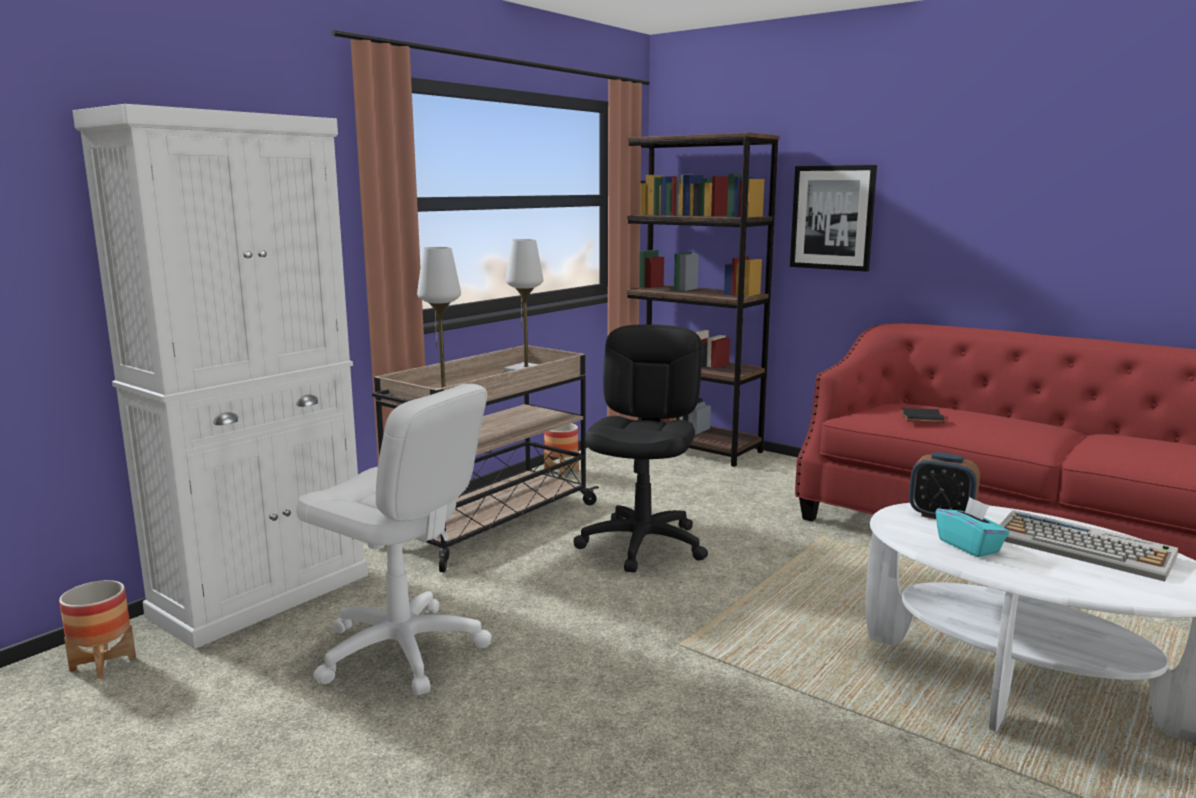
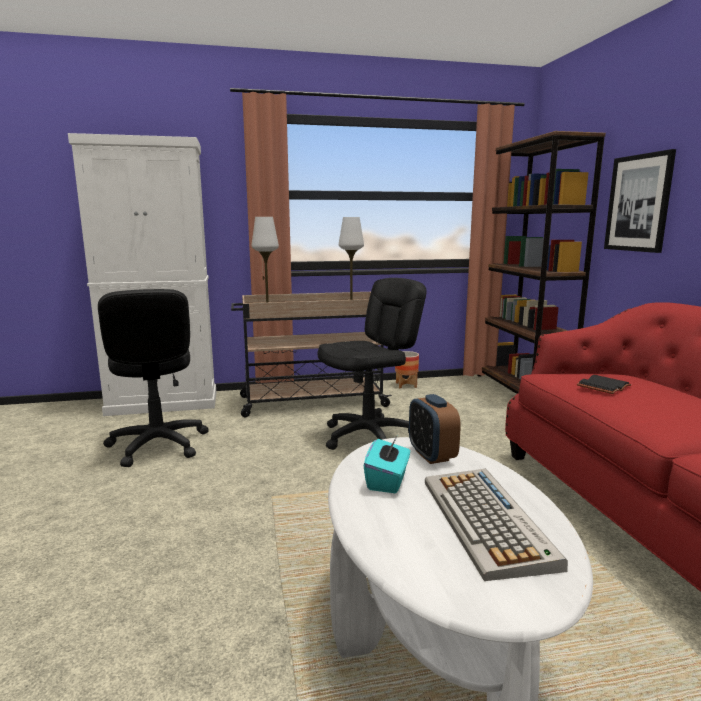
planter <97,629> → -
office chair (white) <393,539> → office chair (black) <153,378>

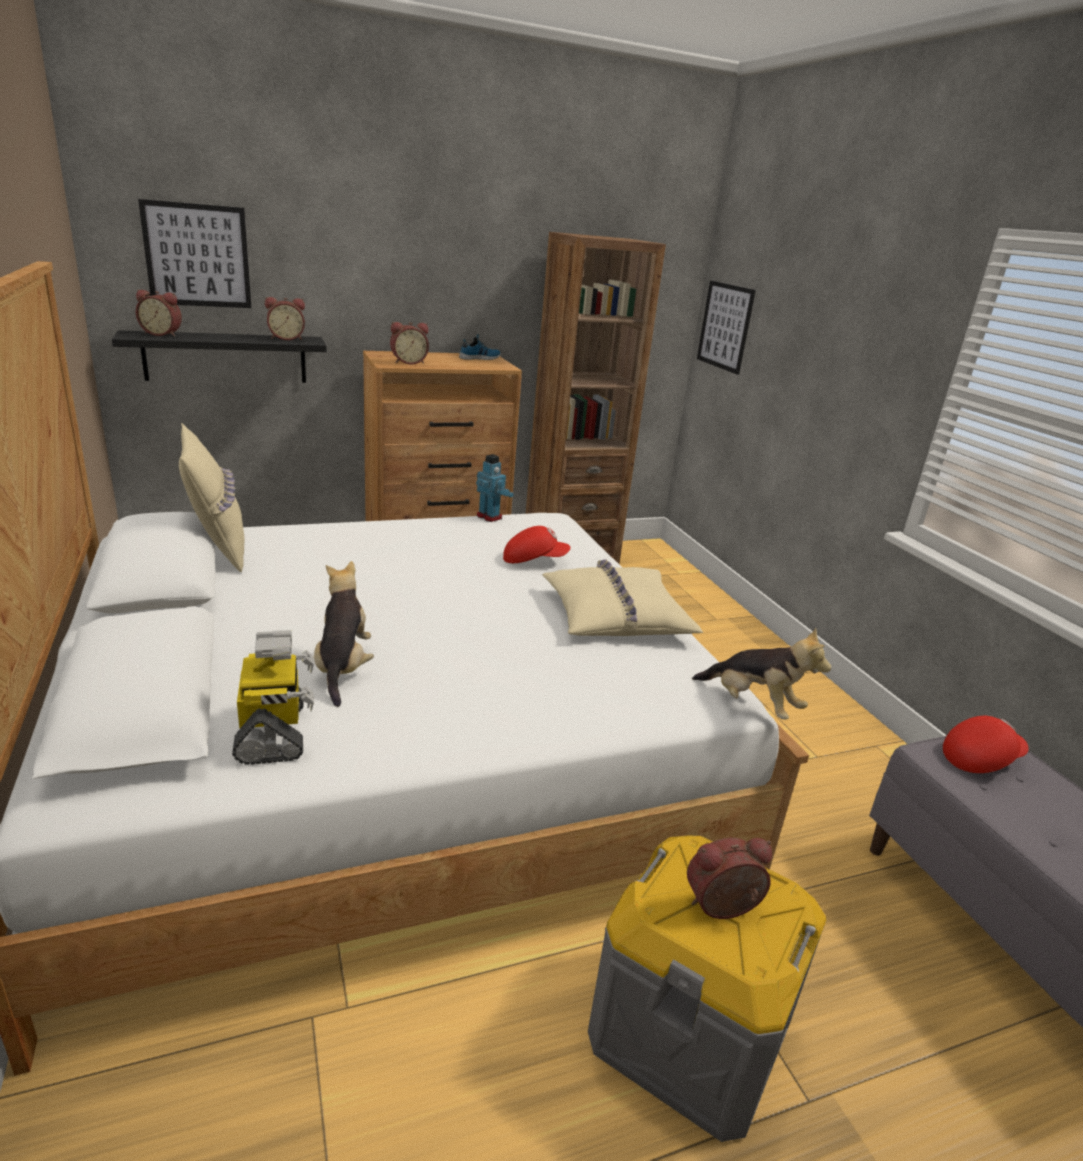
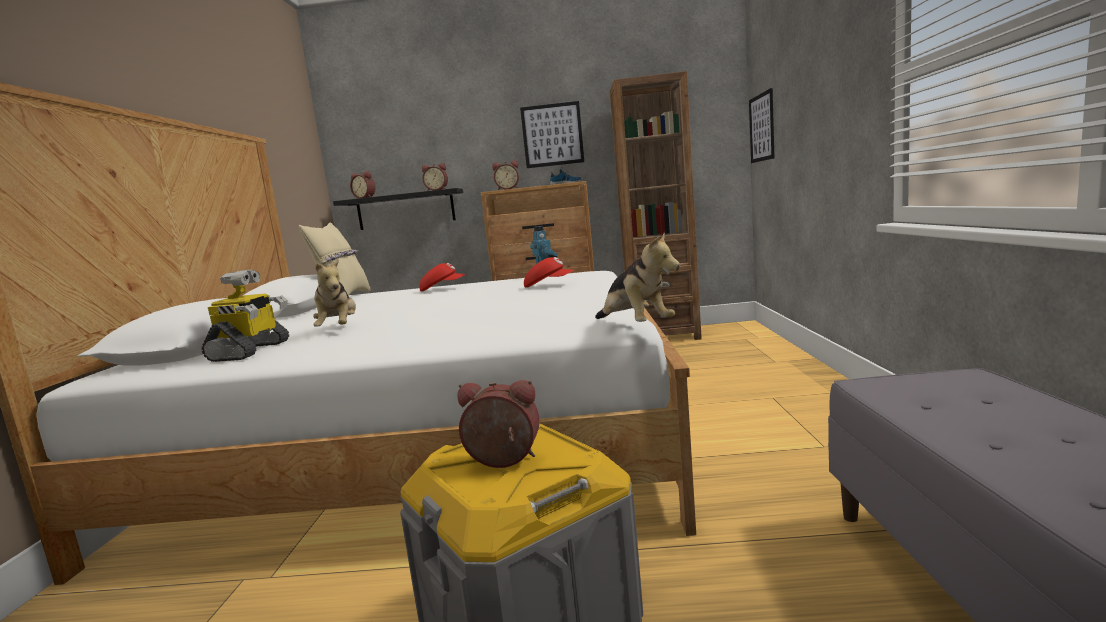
pillow (beige) <622,597> → -
picture <194,253> → picture <552,134>, move
cap (red) <986,744> → cap (red) <442,277>, move
plush toy <344,634> → plush toy <334,293>, 150 degrees clockwise

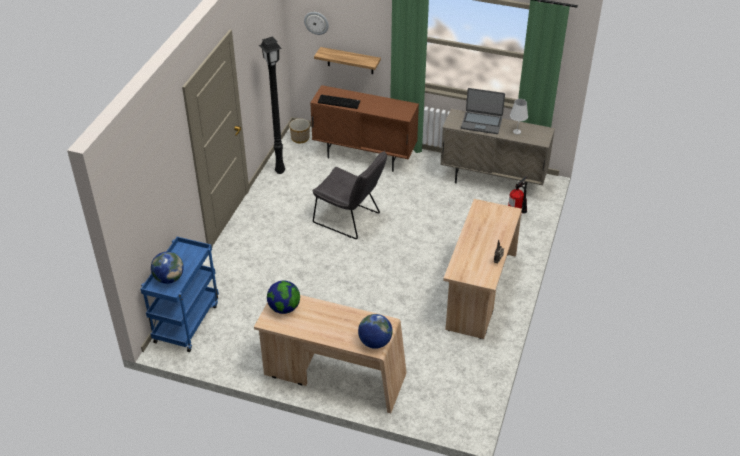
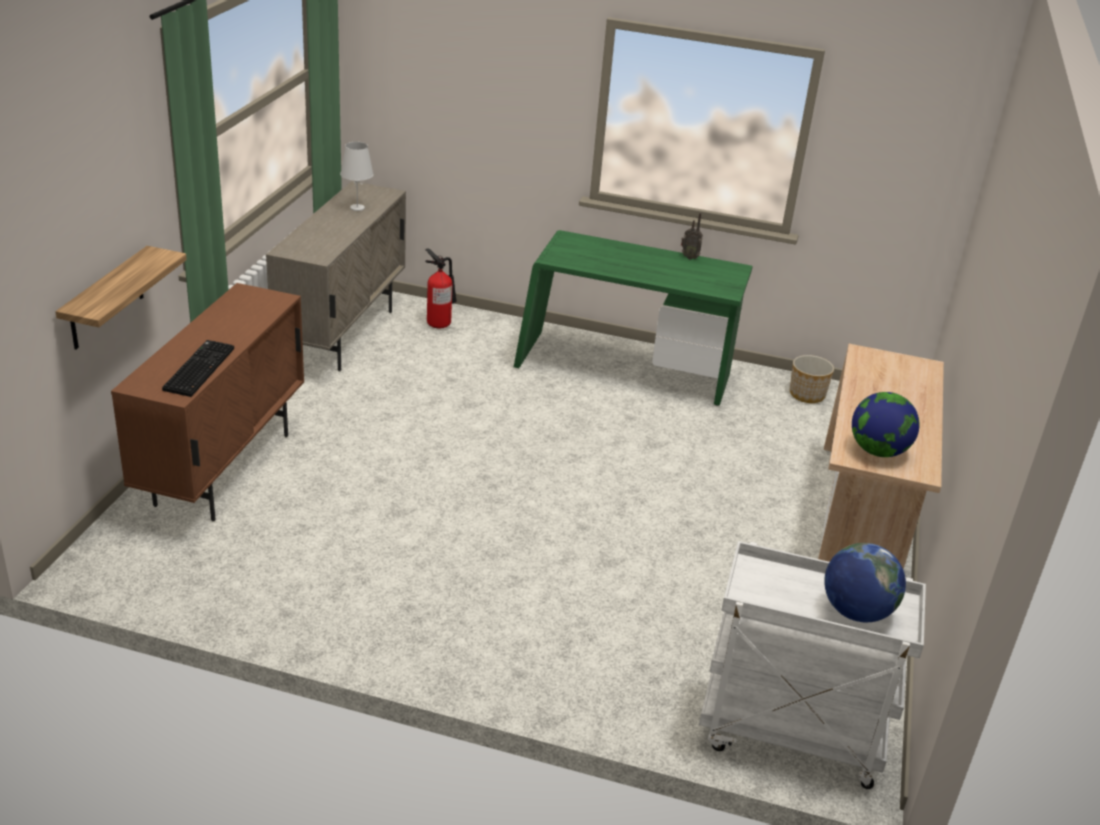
floor lamp (black) <272,105> → -
wall clock <316,23> → -
chair (grey) <349,195> → -
globe <375,331> → -
laptop <483,111> → -
planter <299,131> → planter <812,379>, move
cart (blue) <179,294> → cart (white) <812,665>
desk (beige) <482,269> → desk (green) <633,318>

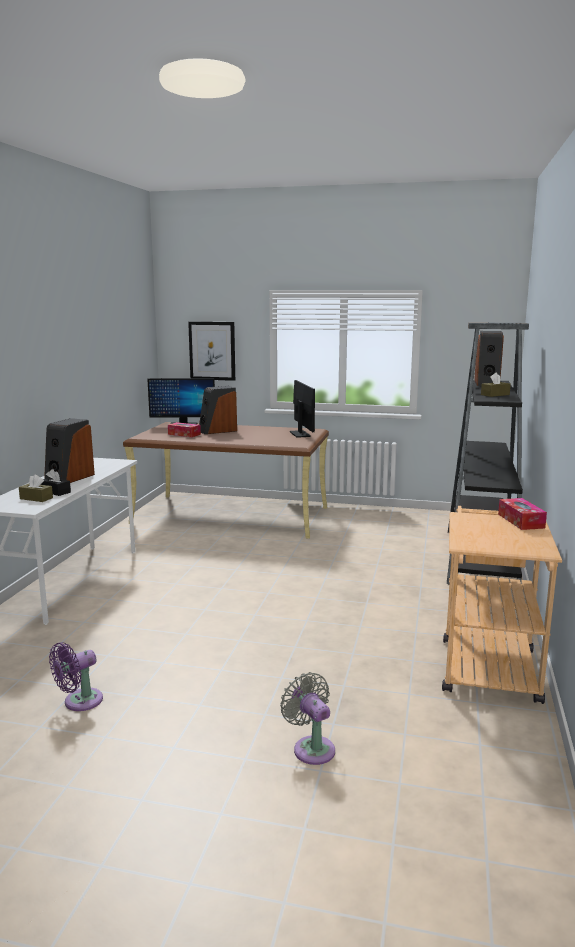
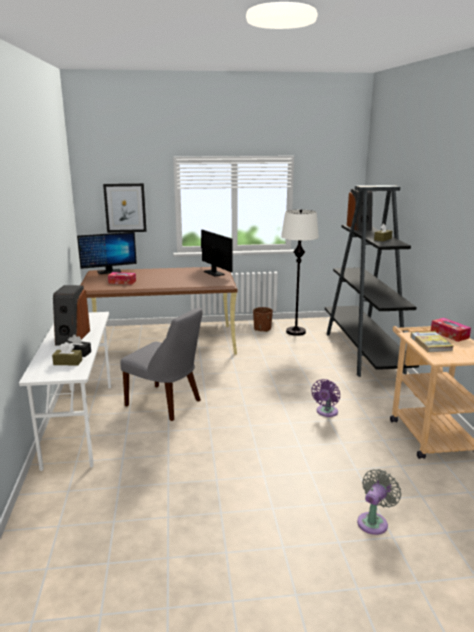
speaker <218,410> → -
- → chair (grey) <161,364>
- → planter (brown) <263,319>
- → floor lamp (white) <300,273>
- → book <431,341>
fan (purple) <76,676> → fan (purple) <325,398>, move
fan (grey) <307,718> → fan (grey) <379,502>, 90 degrees clockwise

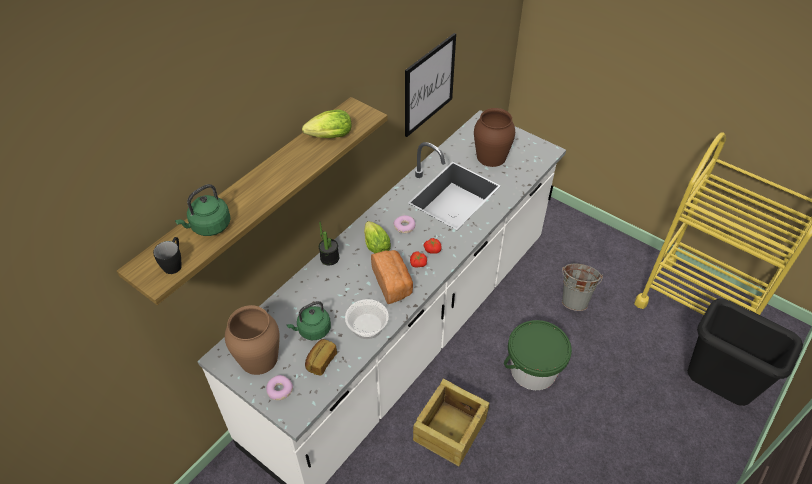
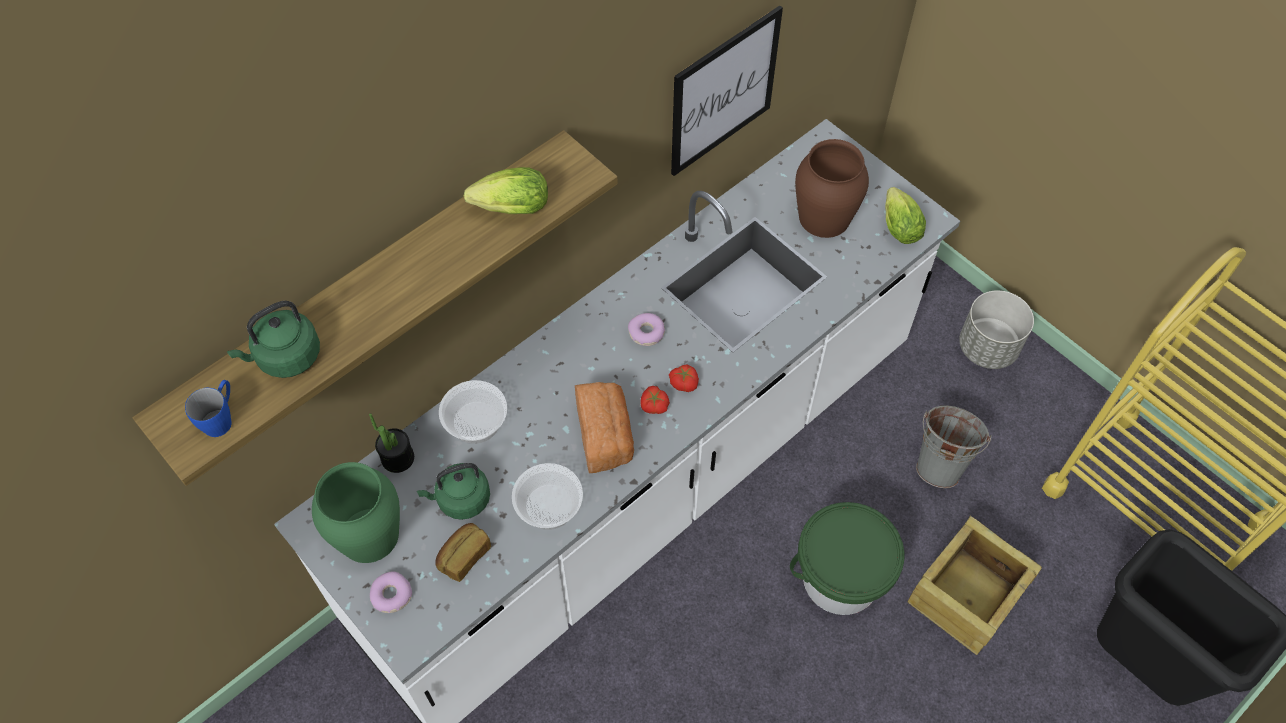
- → bowl <473,412>
- → planter (grey) <996,329>
potted plant <329,243> → potted plant <391,443>, move
lettuce <377,237> → lettuce <905,215>, move
crate <451,422> → crate <974,585>, move
mug (black) <167,255> → mug (blue) <208,408>
vase (brown) <252,340> → vase (green) <356,512>

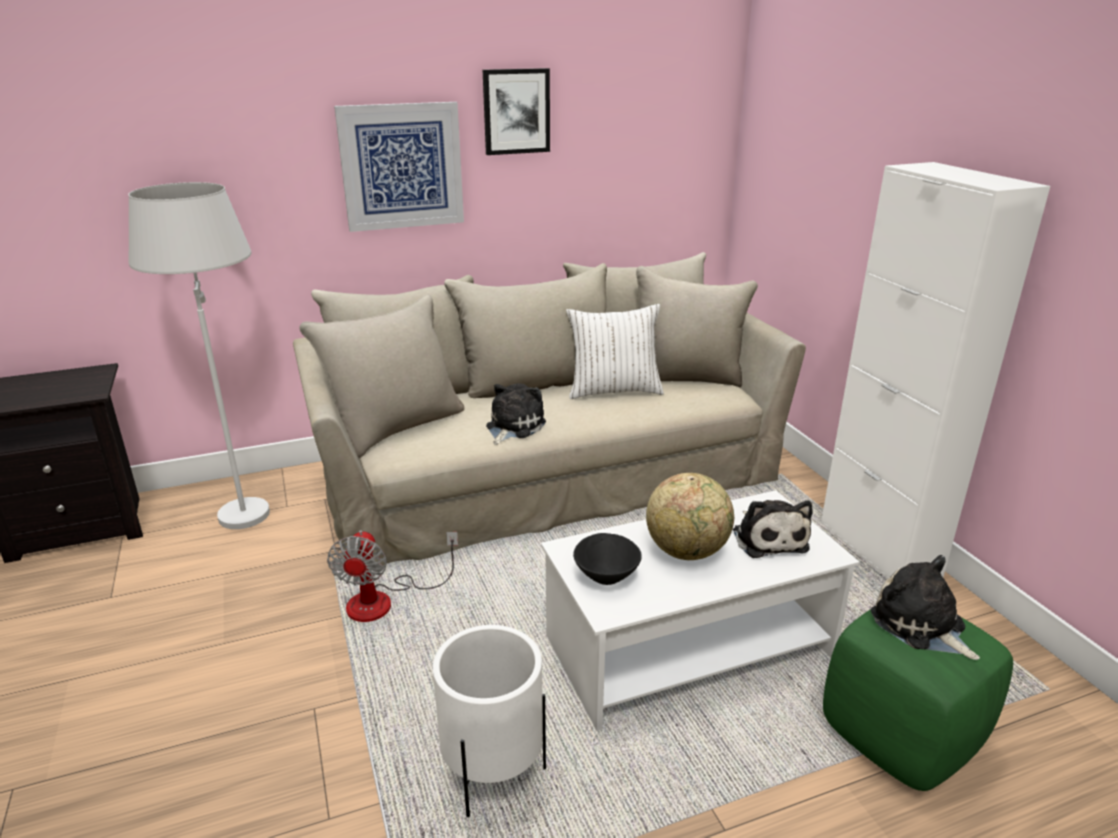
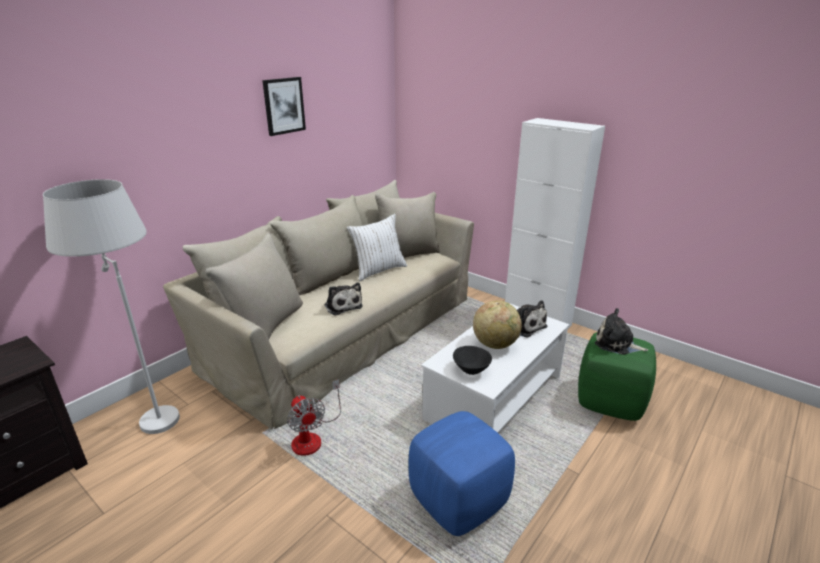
picture <399,167> → -
planter (white) <489,721> → ottoman (blue) <461,473>
plush toy <516,414> → plush toy <343,299>, 150 degrees clockwise

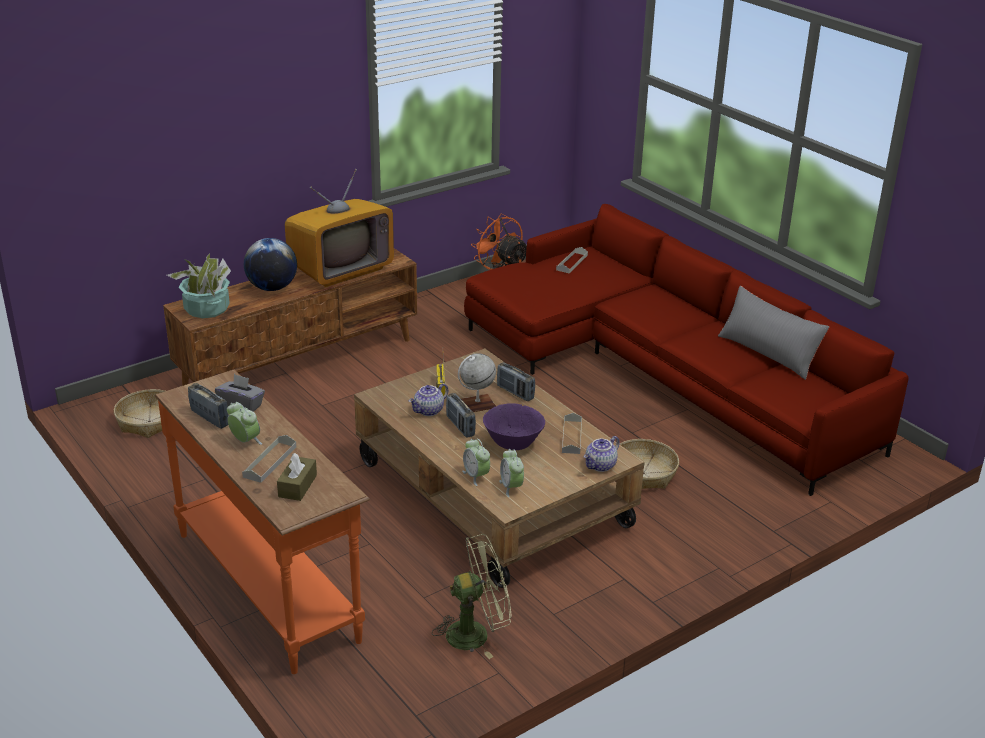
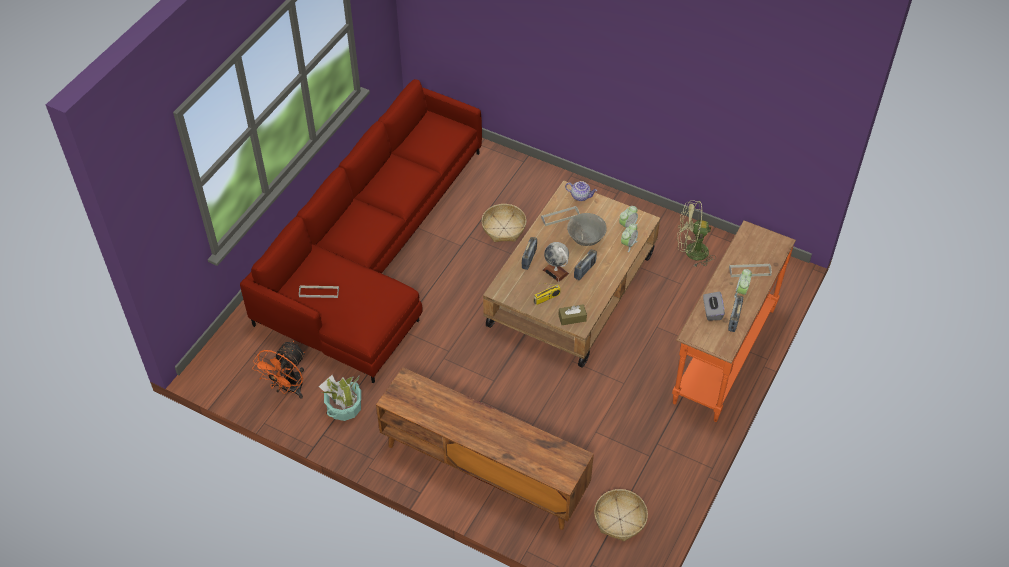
globe <270,264> → -
television <339,228> → -
teapot <428,399> → -
pillow (grey) <773,333> → -
potted plant <199,285> → potted plant <340,398>, move
tissue box (brown) <297,477> → tissue box (brown) <573,314>, move
bowl (purple) <514,426> → bowl (grey) <587,229>
fan (green) <471,596> → fan (green) <696,233>, 45 degrees counterclockwise

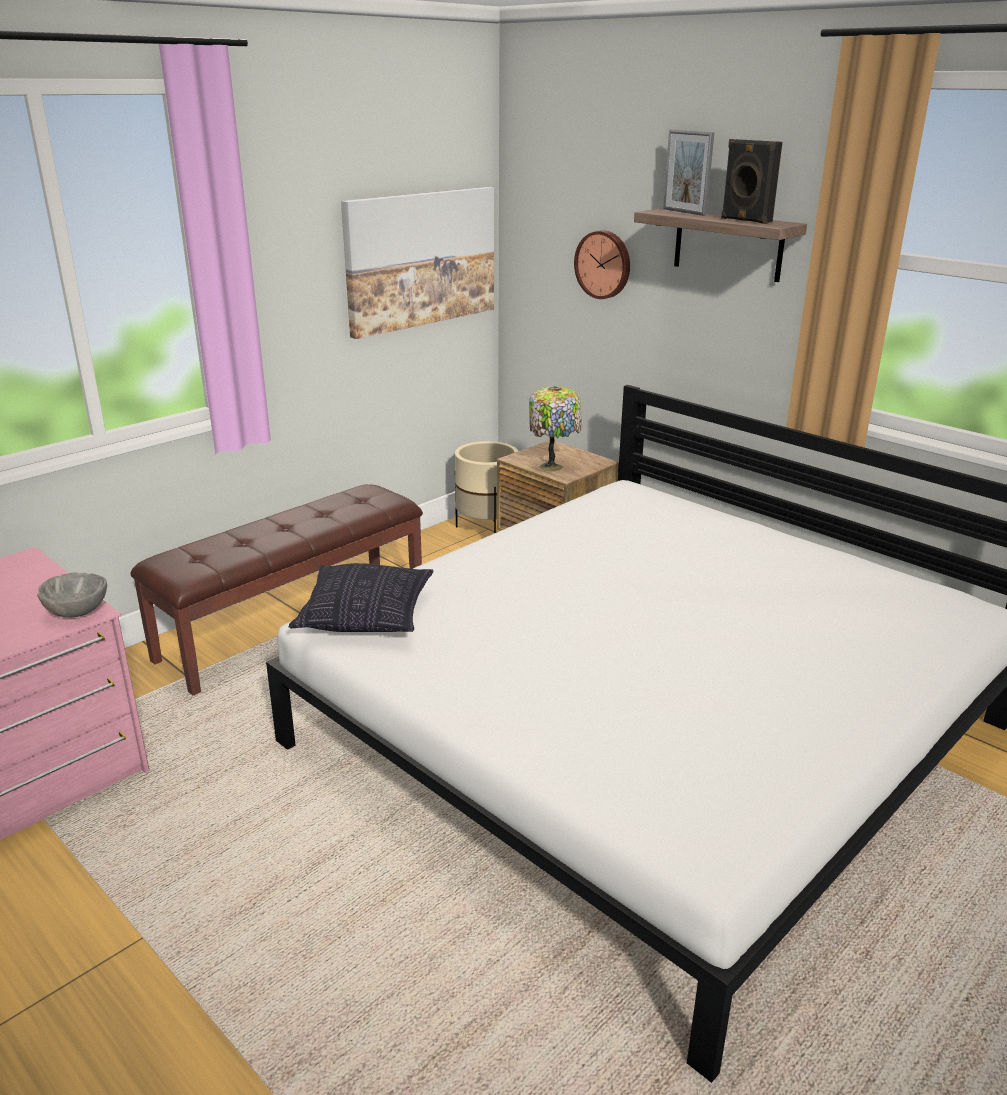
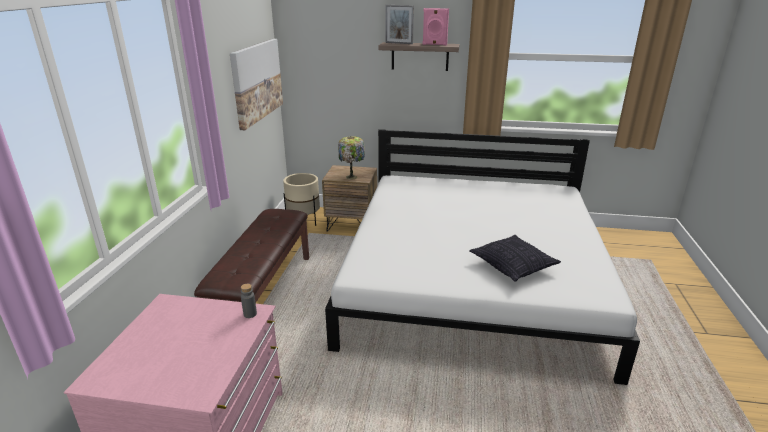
wall clock <602,264> → -
pillow <361,597> → pillow <515,258>, move
bowl (grey) <72,595> → bottle (grey) <249,301>
speaker (black) <751,181> → speaker (pink) <435,27>

